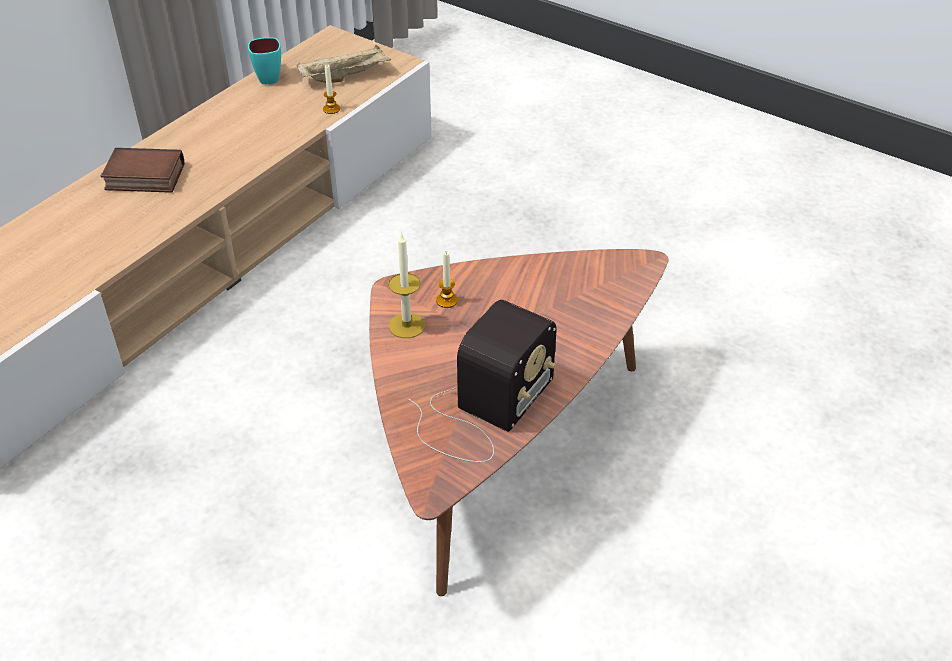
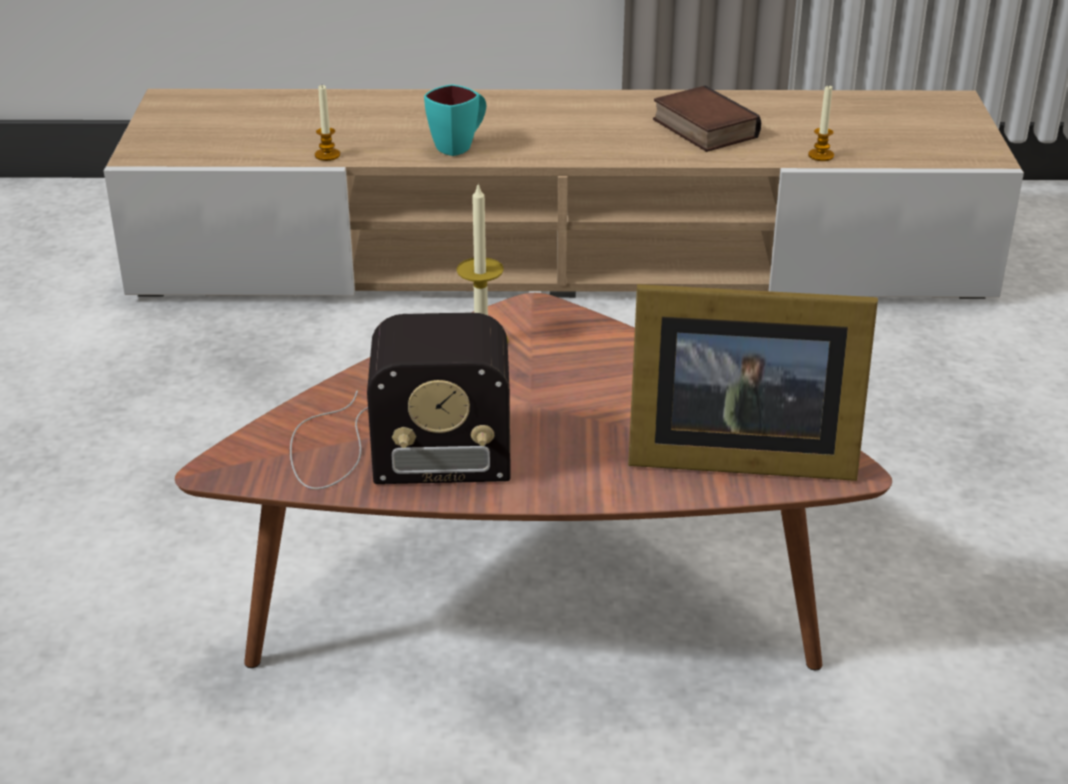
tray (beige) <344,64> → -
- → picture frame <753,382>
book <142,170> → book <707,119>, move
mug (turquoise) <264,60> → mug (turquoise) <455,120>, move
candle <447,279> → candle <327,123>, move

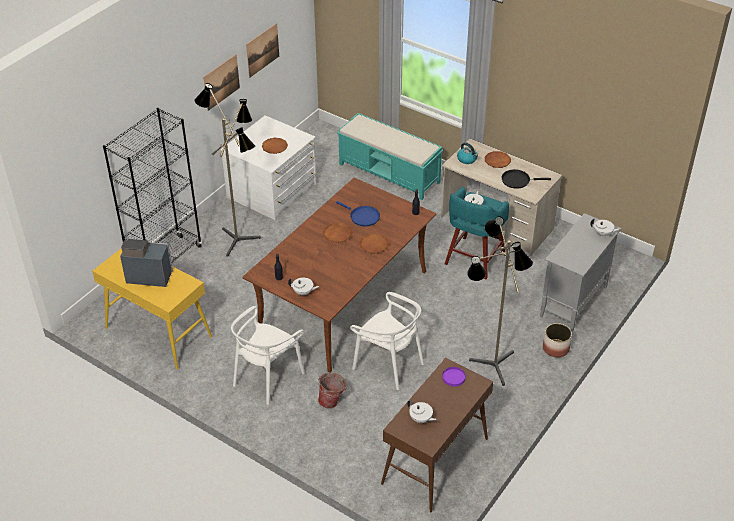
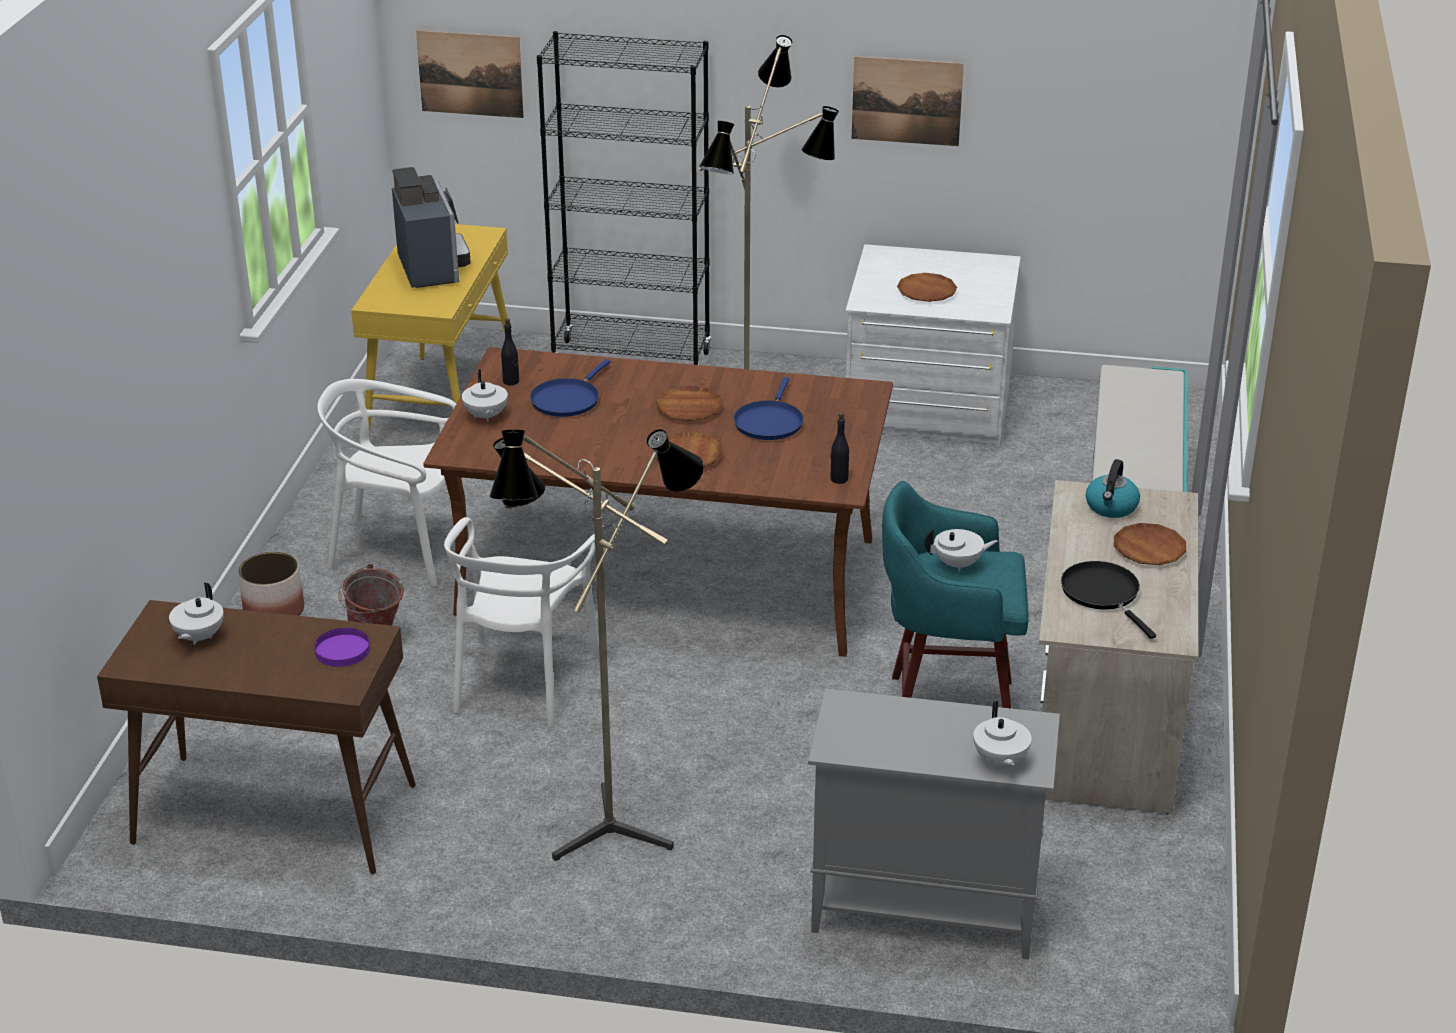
- → frying pan (blue) <570,388>
picture <262,50> → picture <470,74>, move
planter <557,340> → planter <271,584>, move

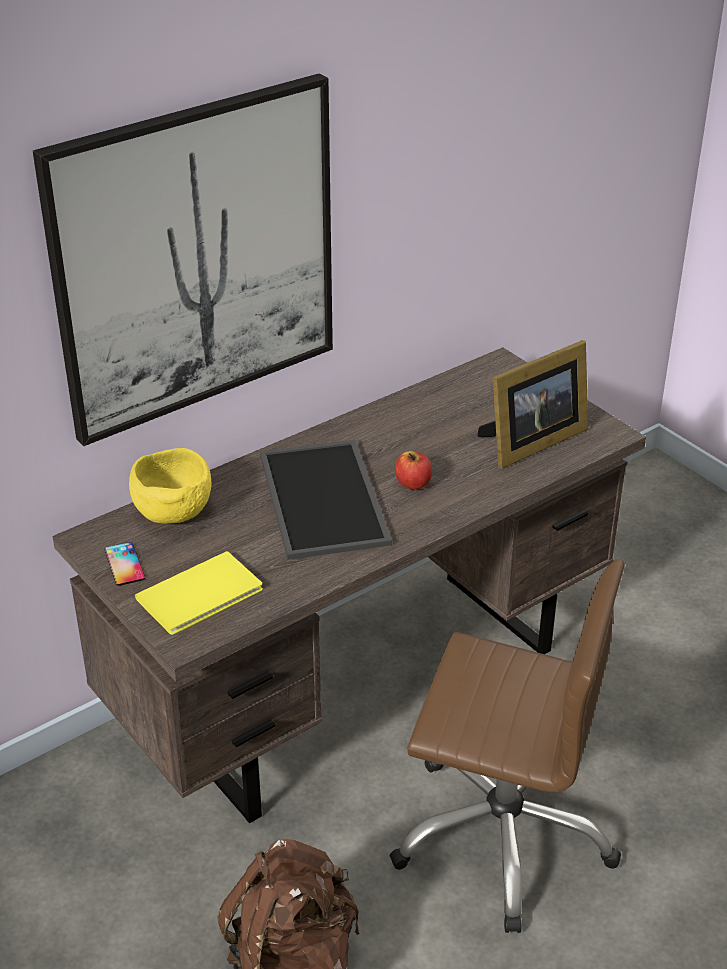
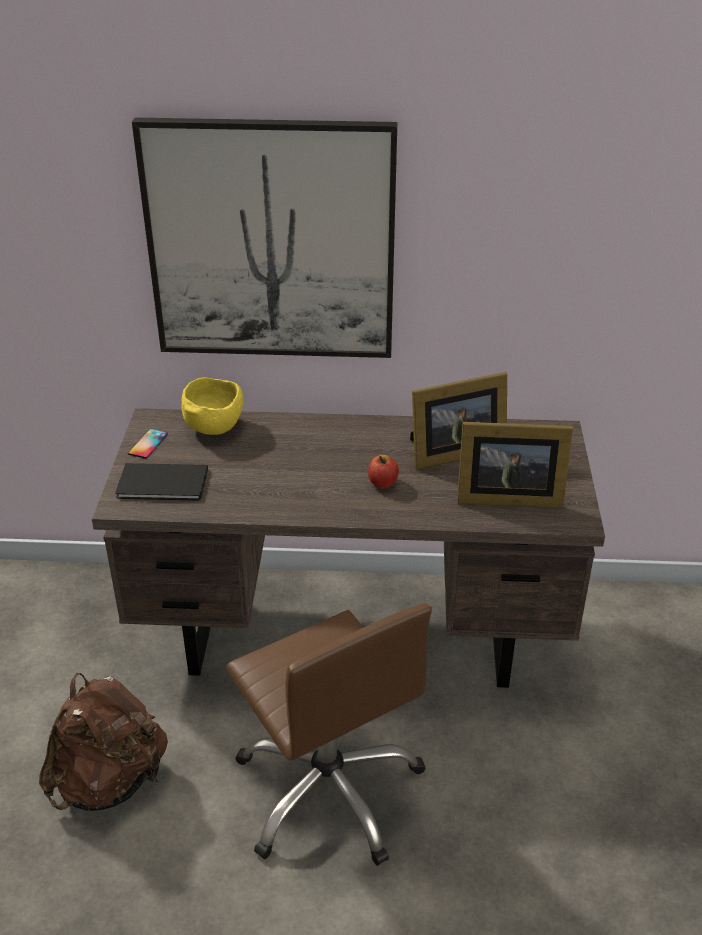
tray <326,500> → -
- → picture frame <458,421>
book (yellow) <199,593> → book (black) <161,481>

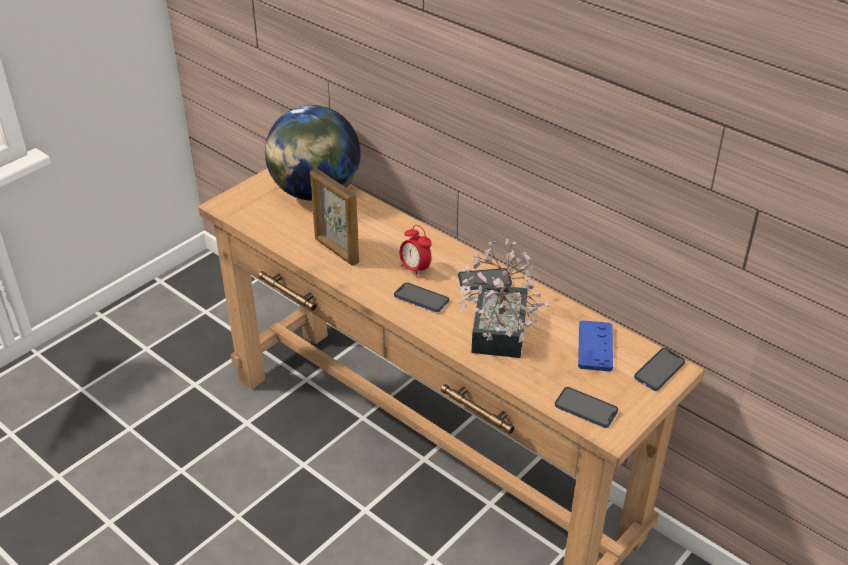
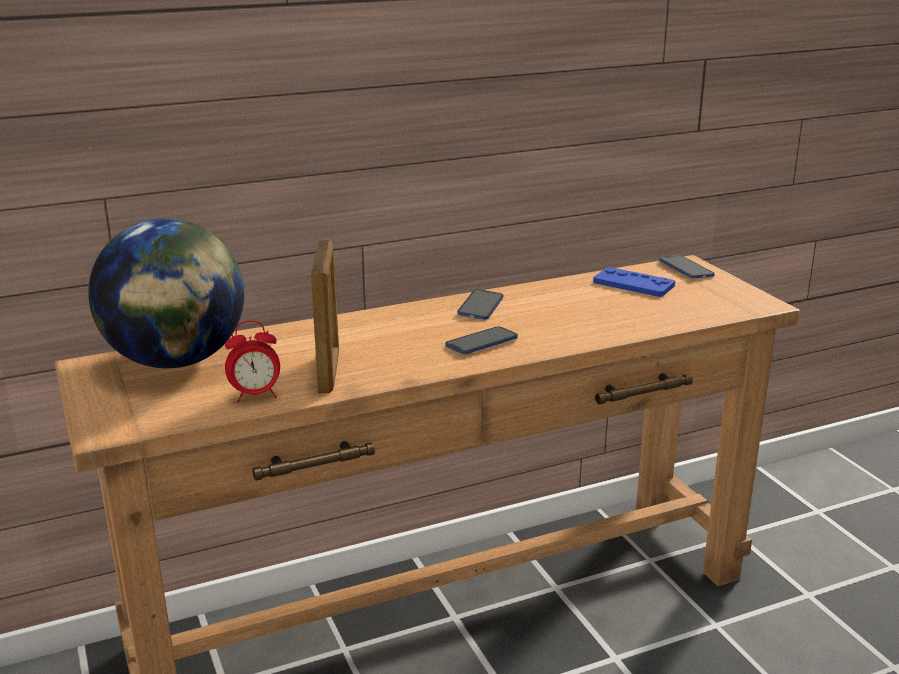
potted plant <504,298> → -
phone <586,407> → -
alarm clock <416,251> → alarm clock <252,361>, move
picture frame <334,217> → picture frame <325,316>, 75 degrees counterclockwise

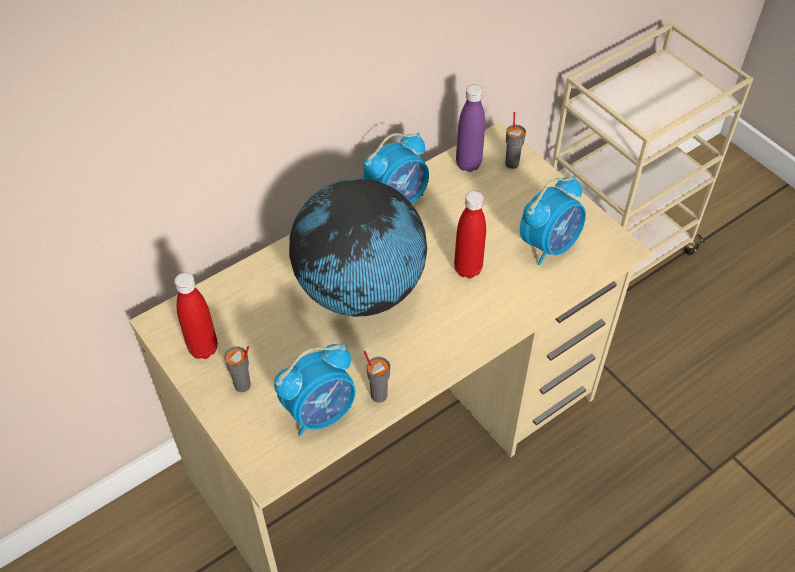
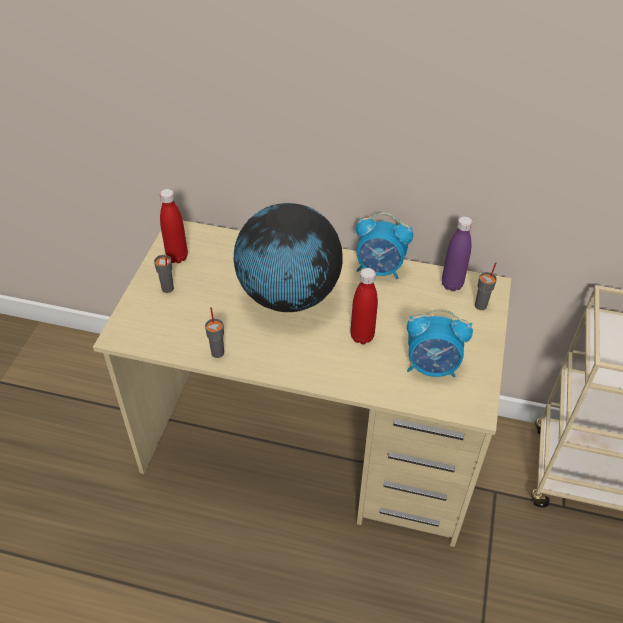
alarm clock <315,390> → -

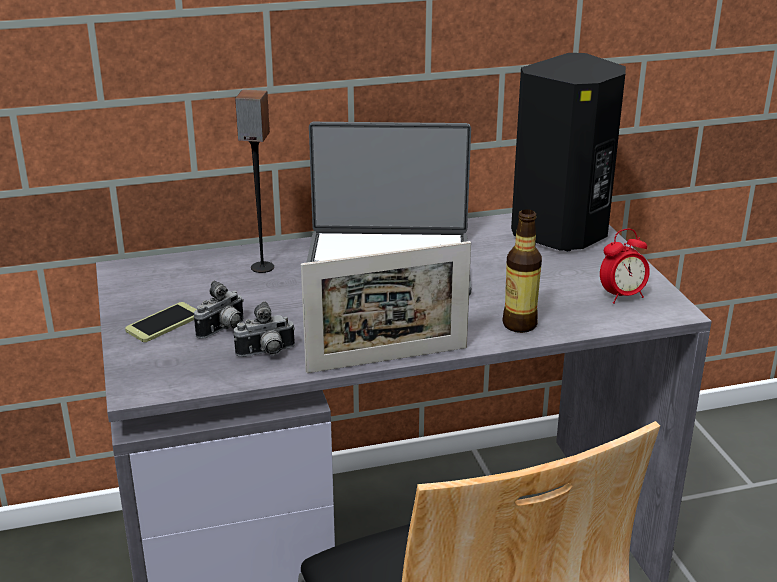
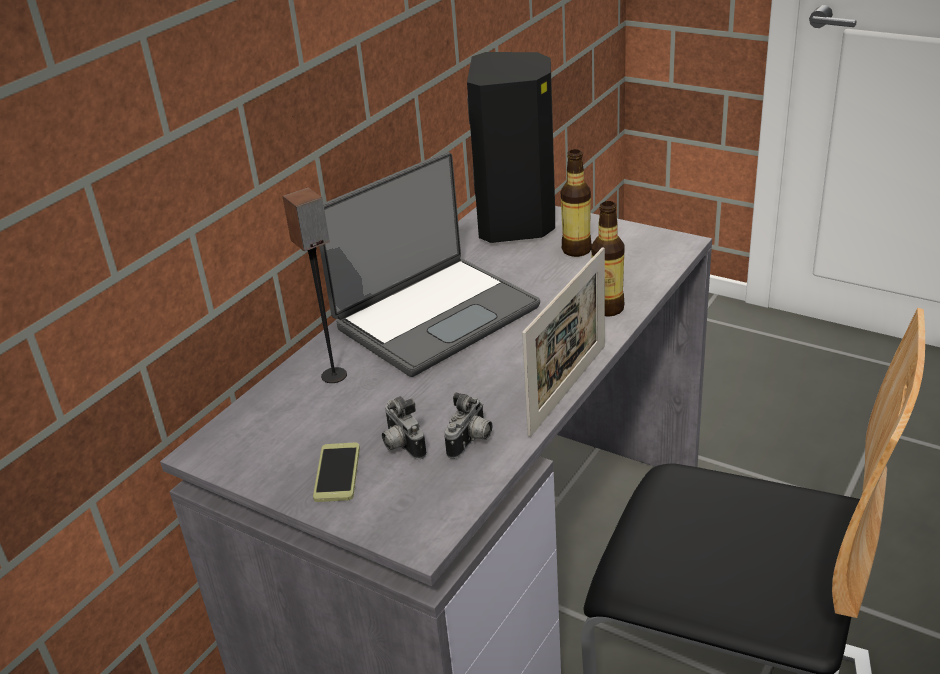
alarm clock <625,266> → -
- → bottle <576,203>
photo camera <219,310> → photo camera <404,427>, 150 degrees clockwise

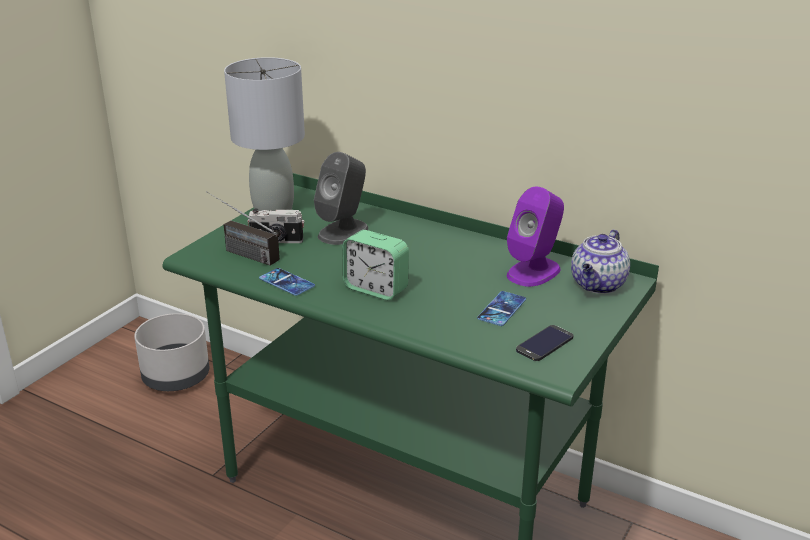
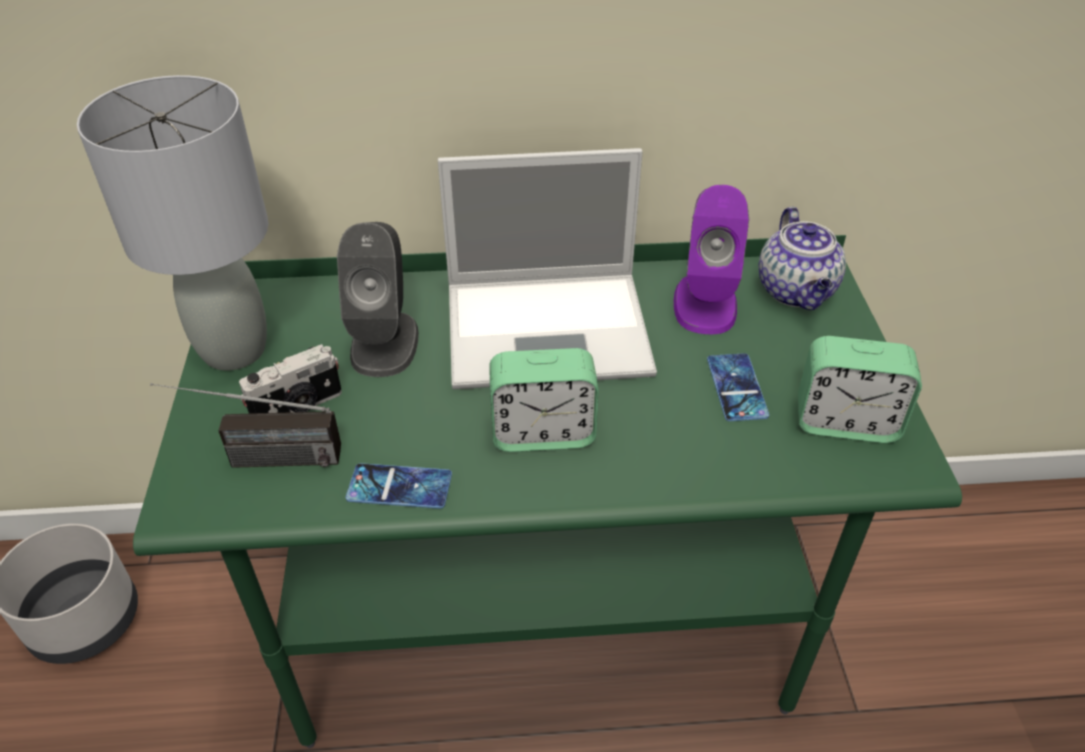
- → laptop <547,268>
phone <545,343> → alarm clock <860,389>

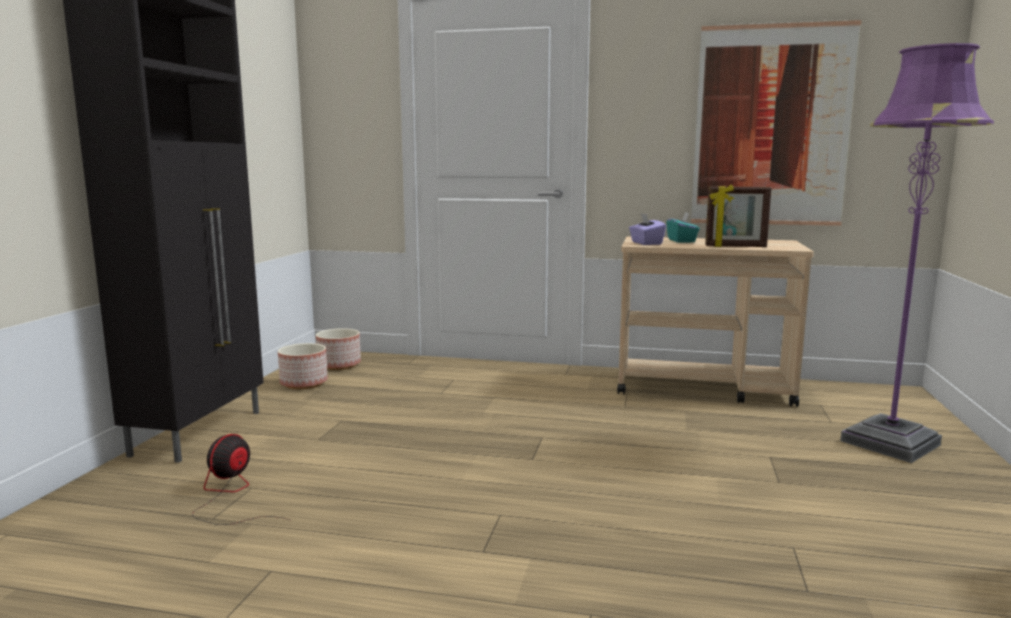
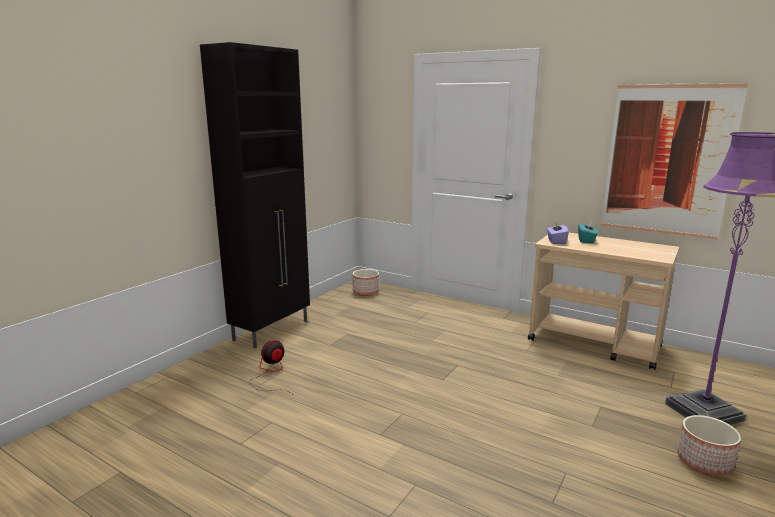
picture frame <738,215> → -
planter <303,366> → planter <709,445>, move

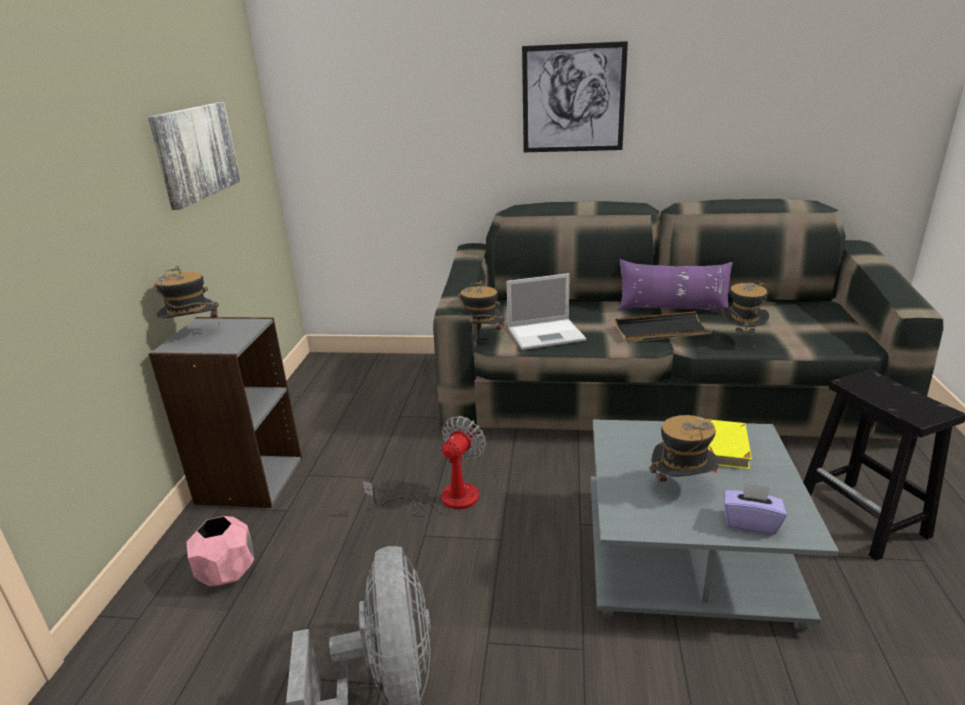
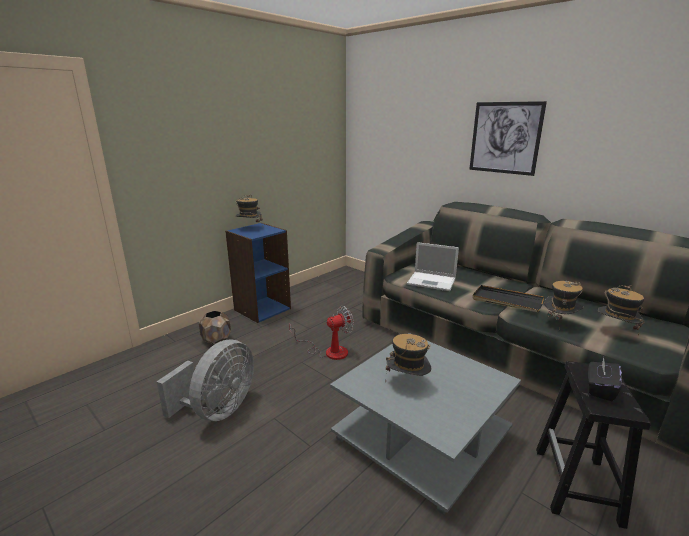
picture <194,156> → -
pillow (purple) <675,285> → -
book (yellow) <729,446> → -
tissue box (purple) <755,508> → -
- → tissue box (black) <605,378>
hat <481,308> → hat <621,310>, move
bookcase (grey) <225,412> → bookcase (blue) <258,273>
planter (pink) <220,551> → planter (brown) <215,327>

